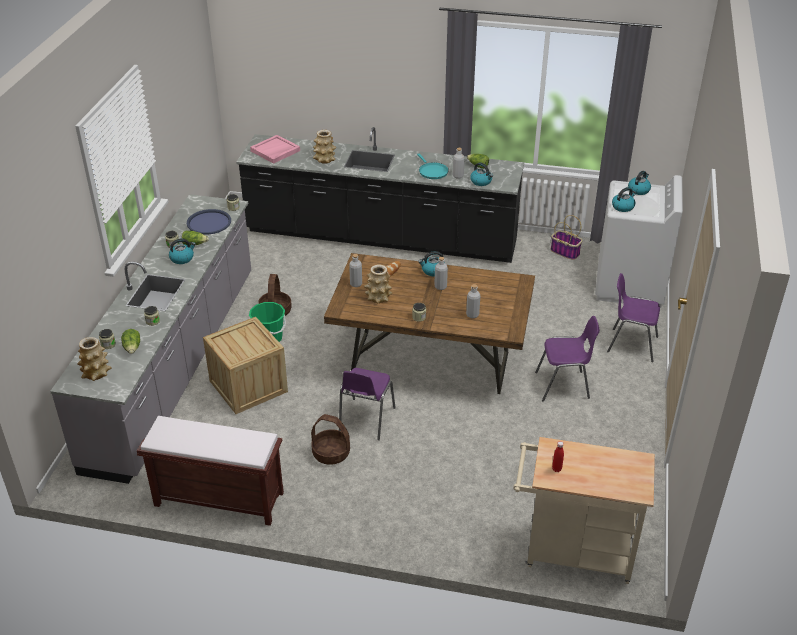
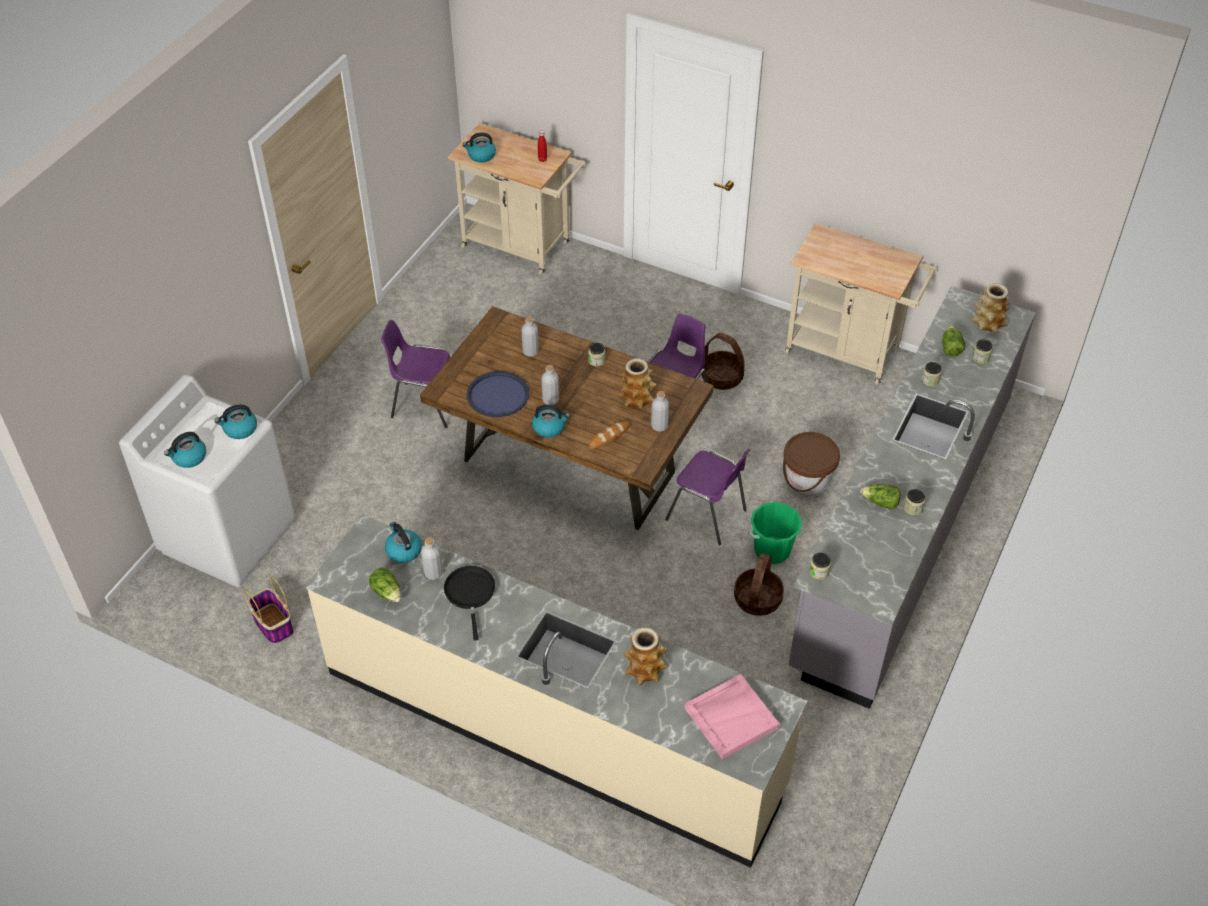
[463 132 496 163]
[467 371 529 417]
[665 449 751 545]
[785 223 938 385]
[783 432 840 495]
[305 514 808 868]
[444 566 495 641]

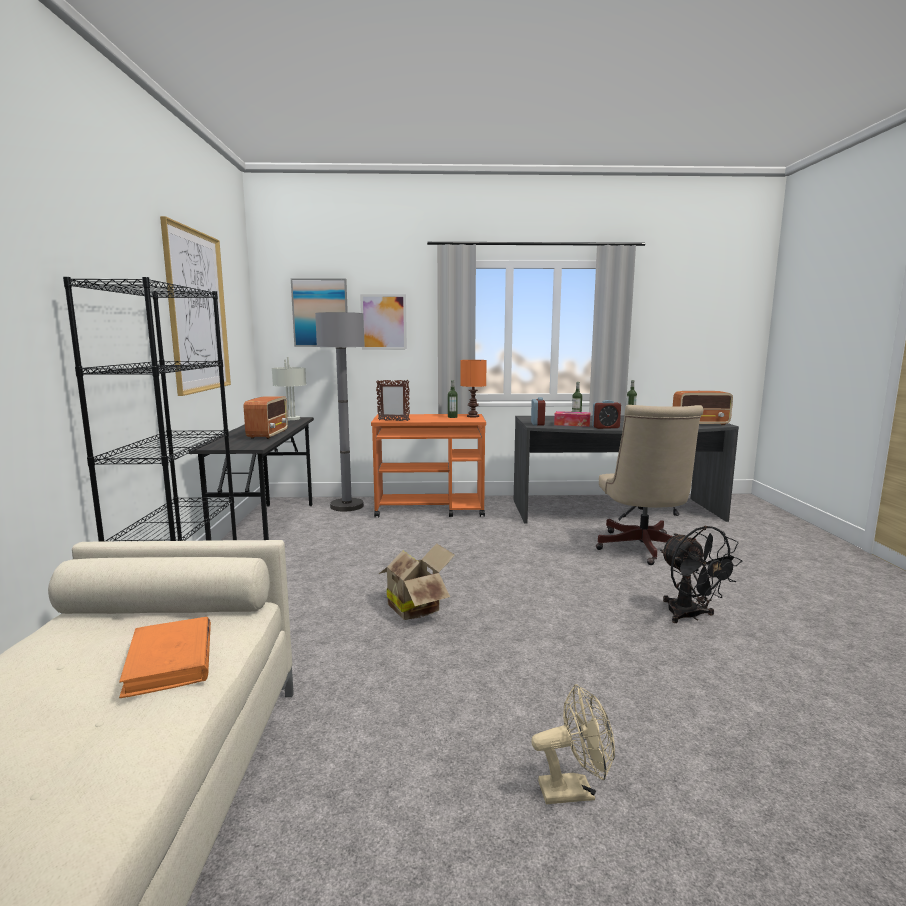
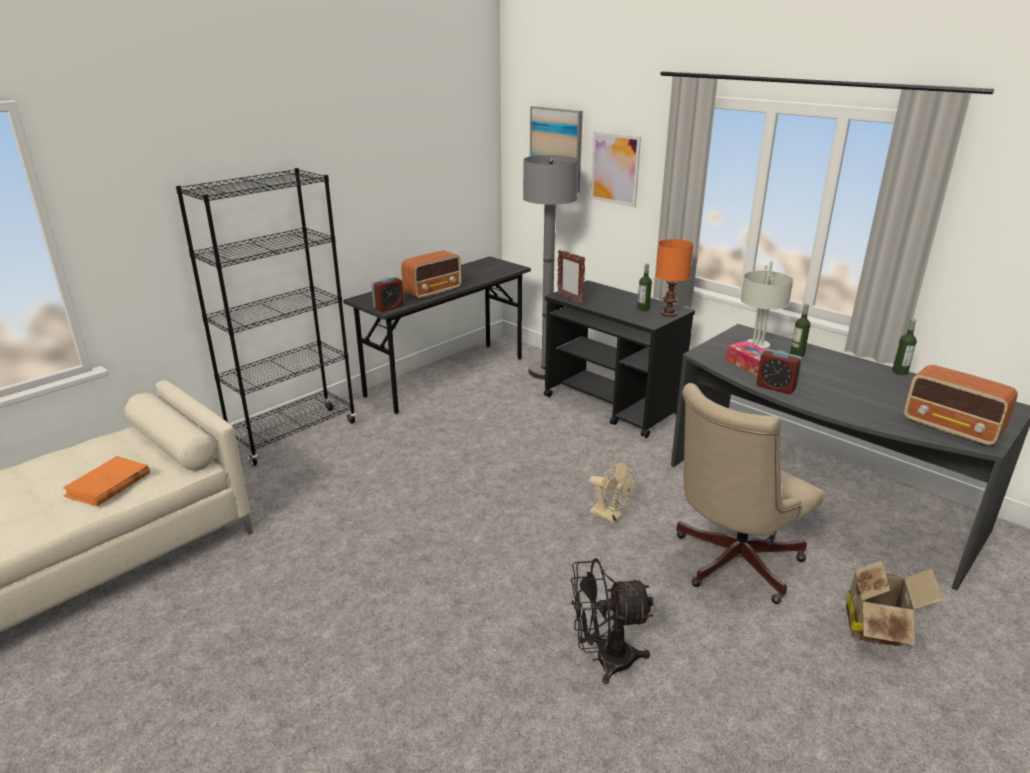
[160 216 231 396] (first image)
[741 261 793 350]
[846 561 944 647]
[371 277 404 312]
[589 461 635 523]
[544 280 695 438]
[571 558 653 685]

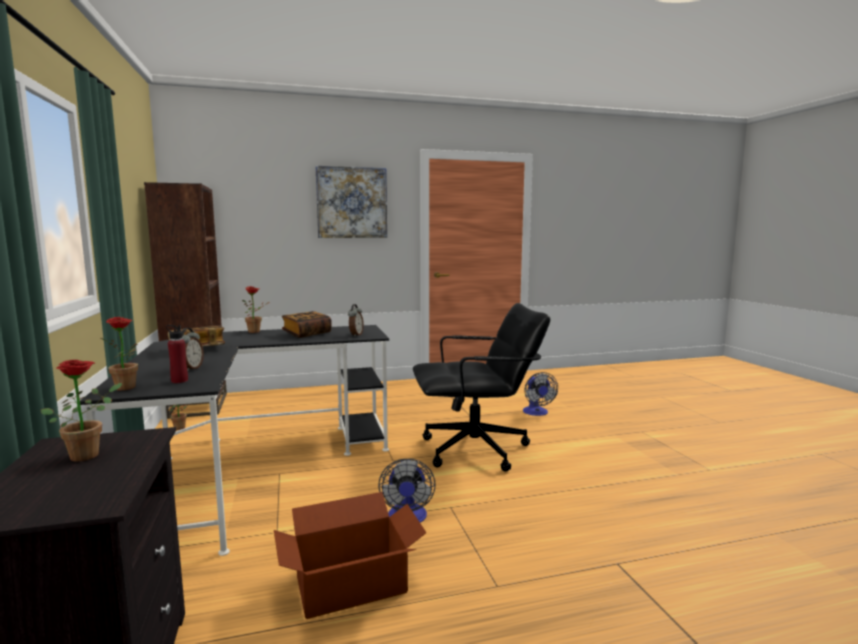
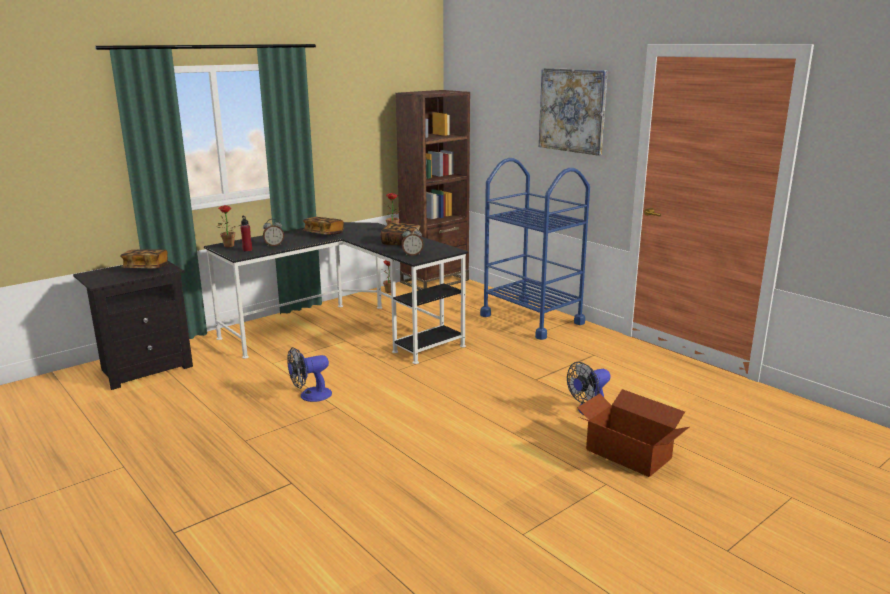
[413 303 550 471] (first image)
[480 158 590 340]
[577 389 689 477]
[120 249 168 268]

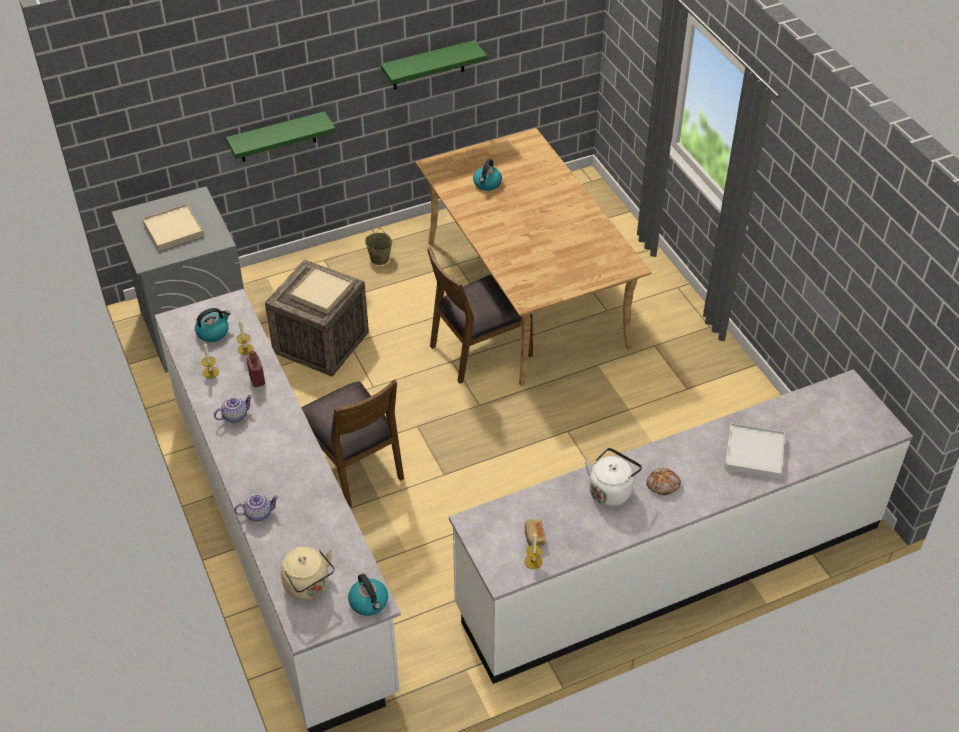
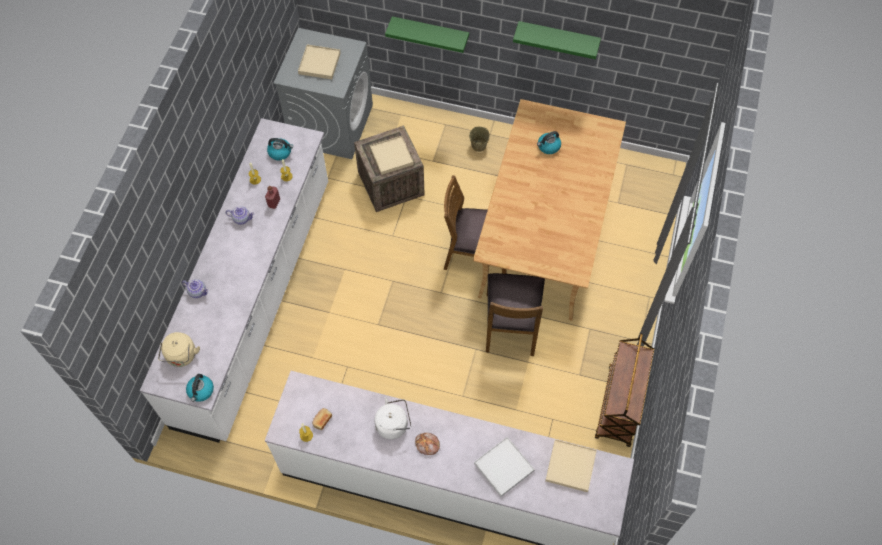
[545 439 597 492]
[595 333 654 447]
[486 273 545 356]

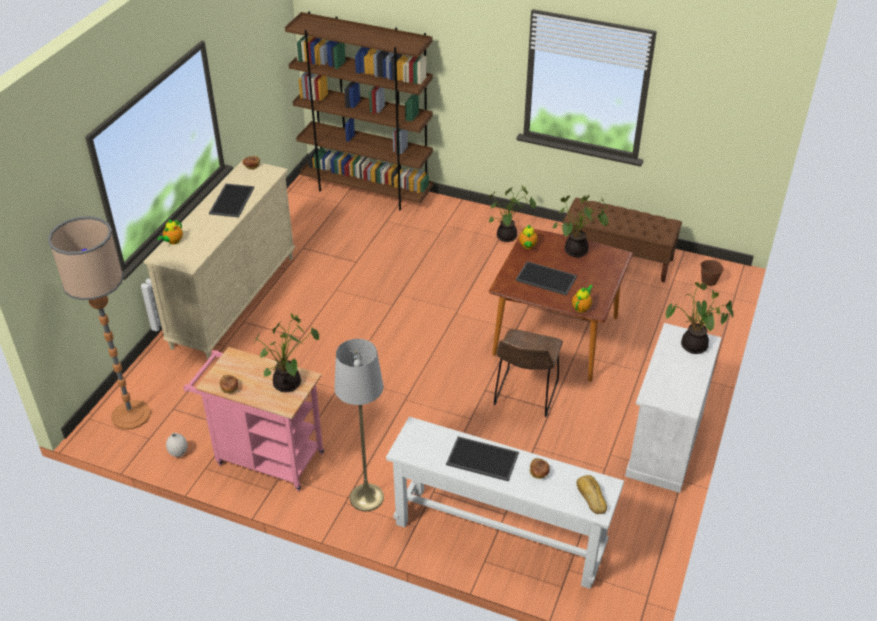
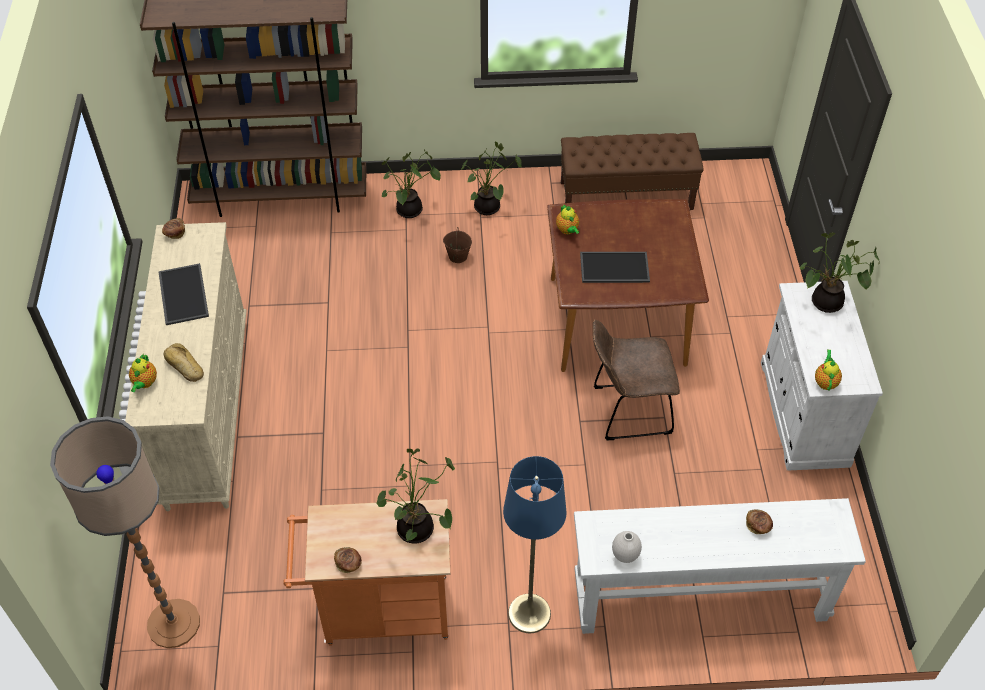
[446 436 519 482] (first image)
[612 531 642 563]
[381 149 441 218]
[815 349 842 391]
[164 343 204 382]
[443 228 472 263]
[283 499 450 646]
[503 456 566 633]
[593 320 680 440]

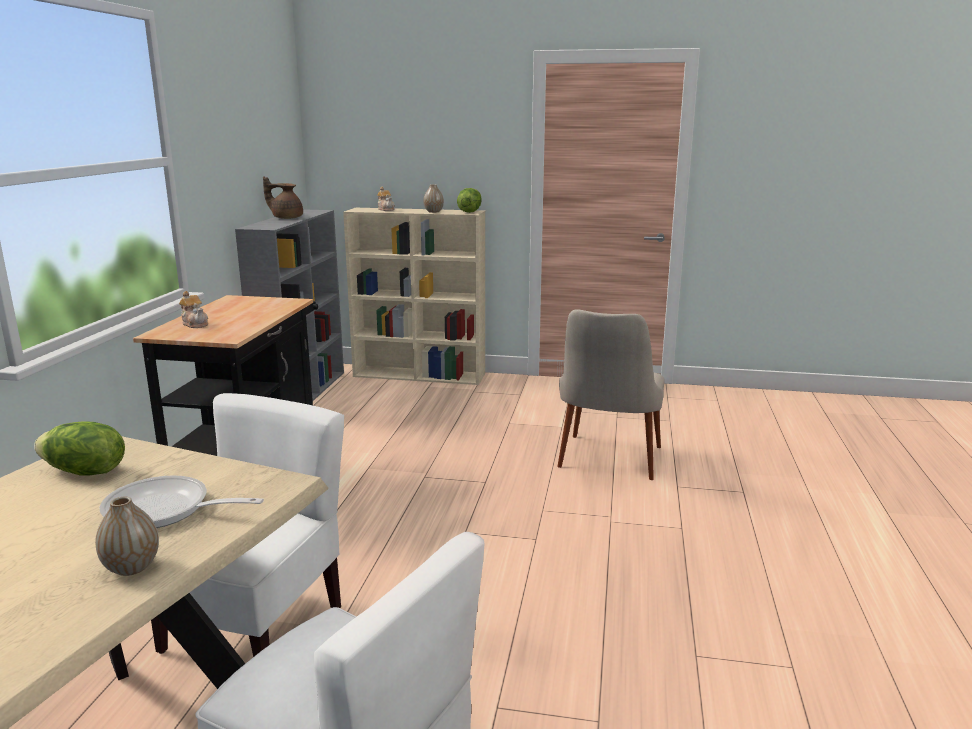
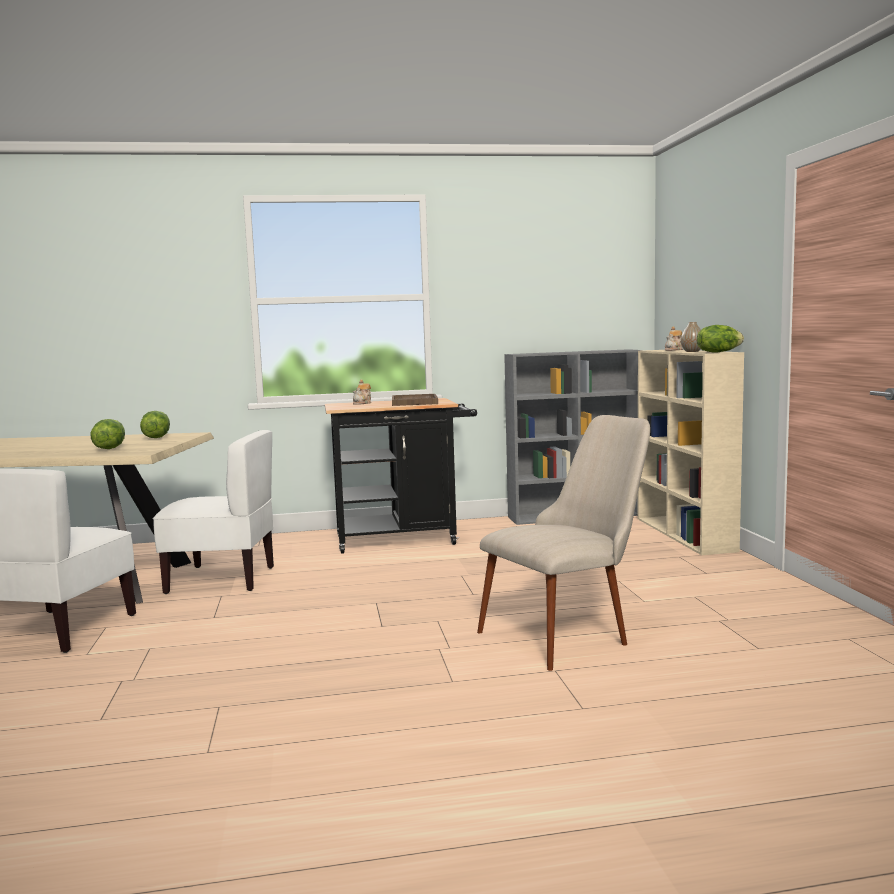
[95 497 159 576] (first image)
[263 176 303 219] (first image)
[392 394 438 406]
[90 419 125 449]
[477 415 650 671]

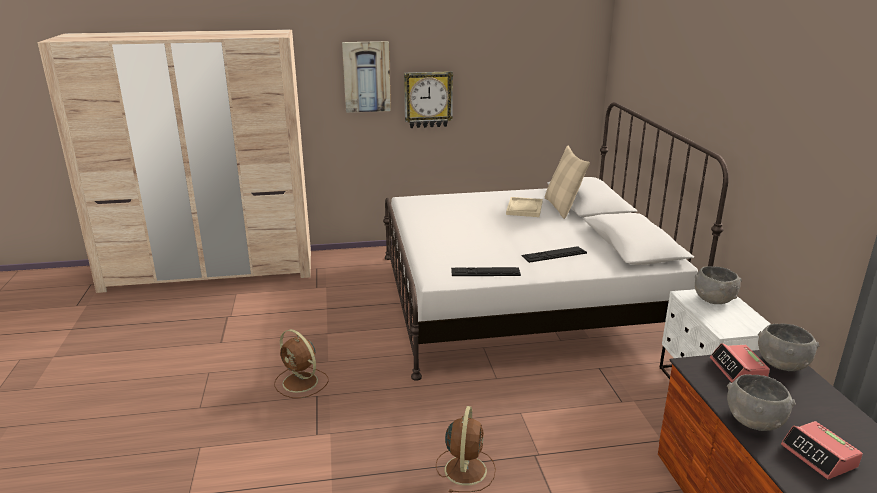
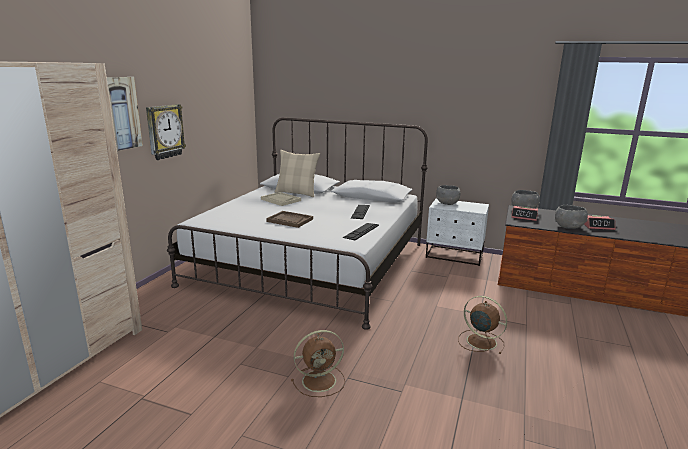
[266 211 313 228]

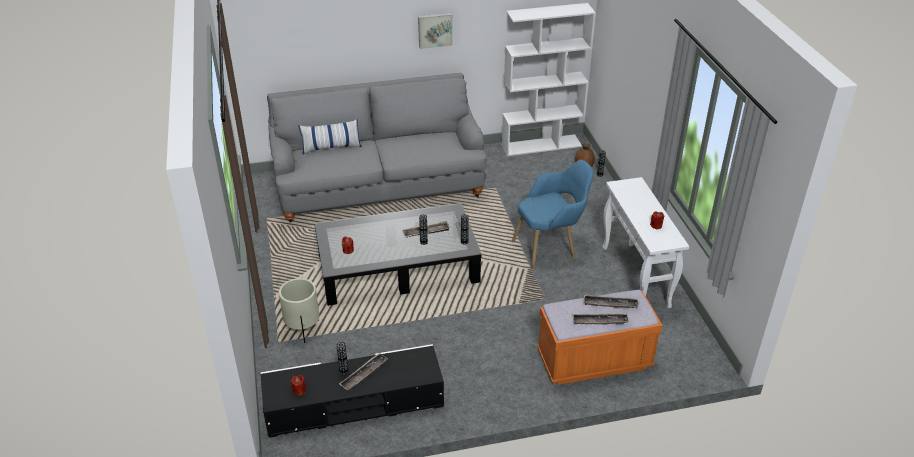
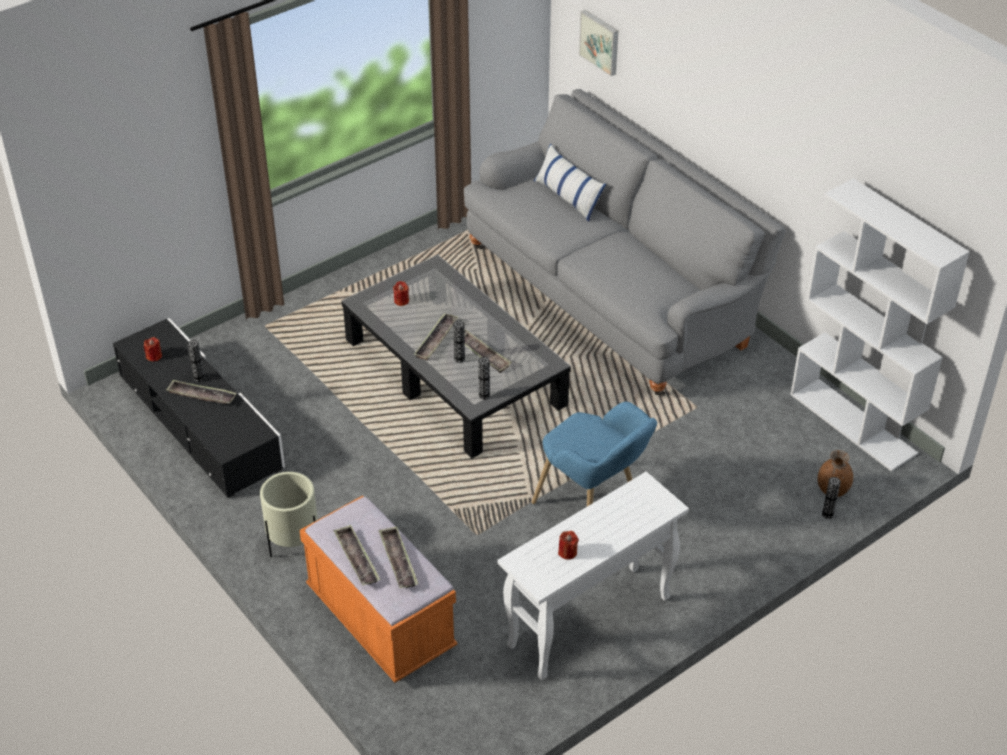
[414 313 458 360]
[260 472 318 557]
[579 10 618 76]

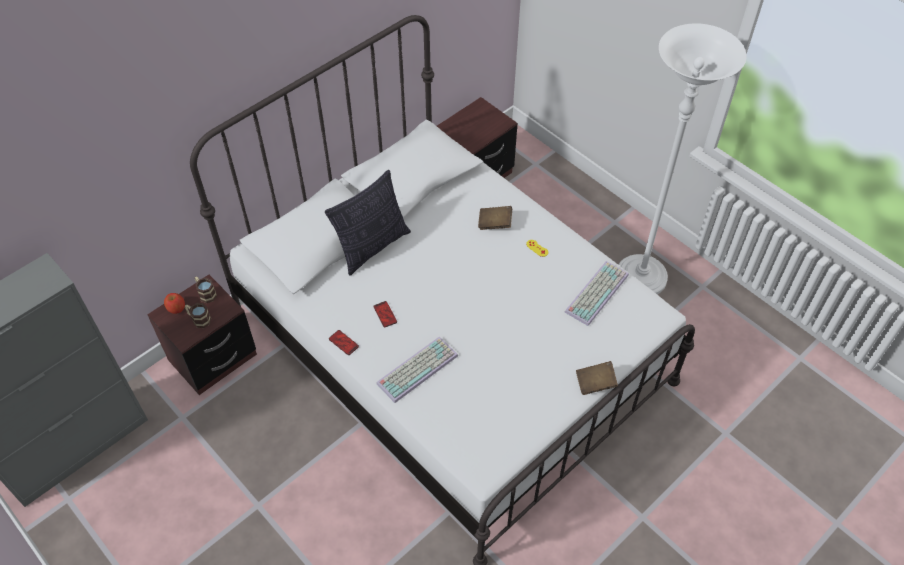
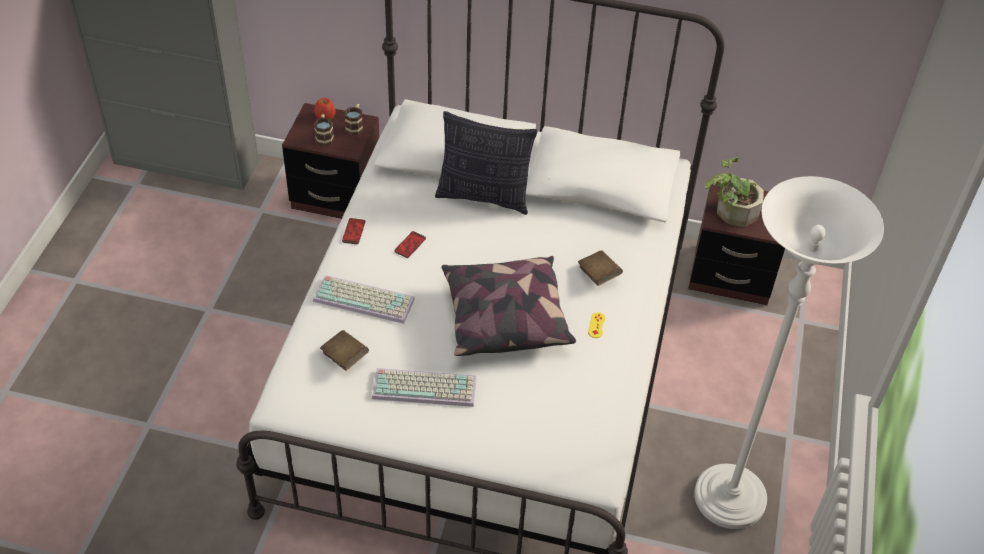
[442 256 576 356]
[705 157 764 227]
[372 368 476 407]
[320 330 369 371]

